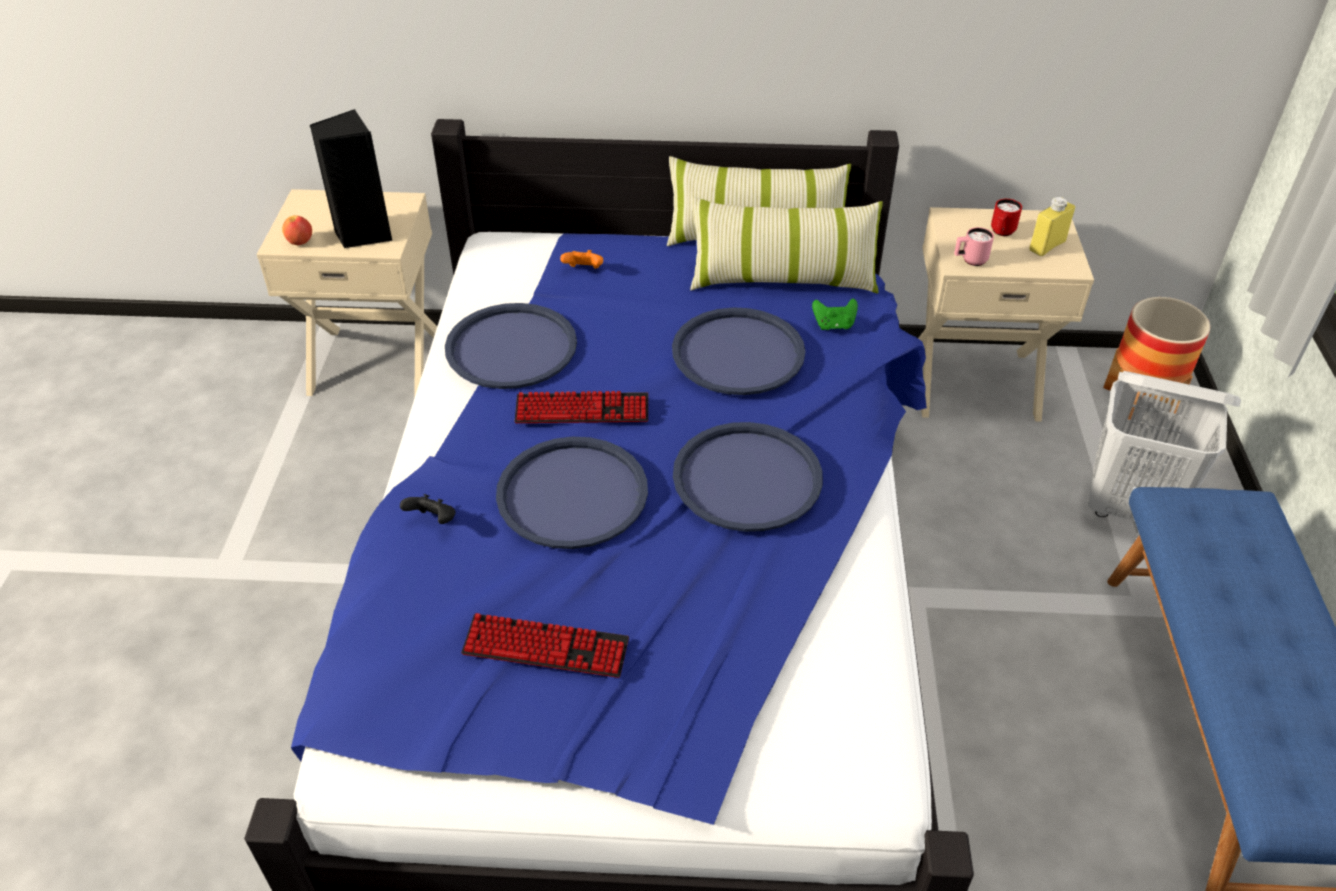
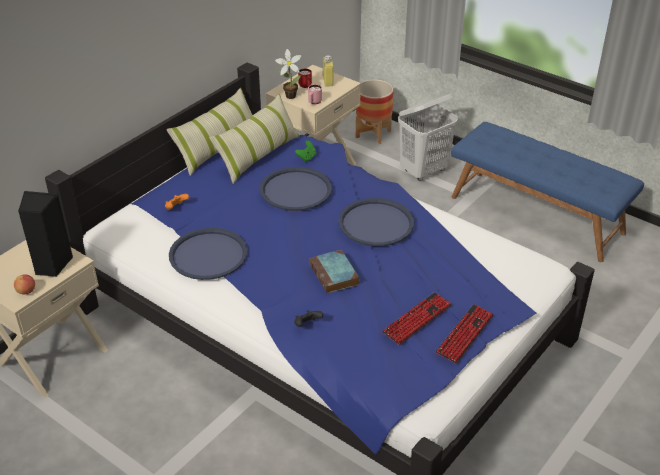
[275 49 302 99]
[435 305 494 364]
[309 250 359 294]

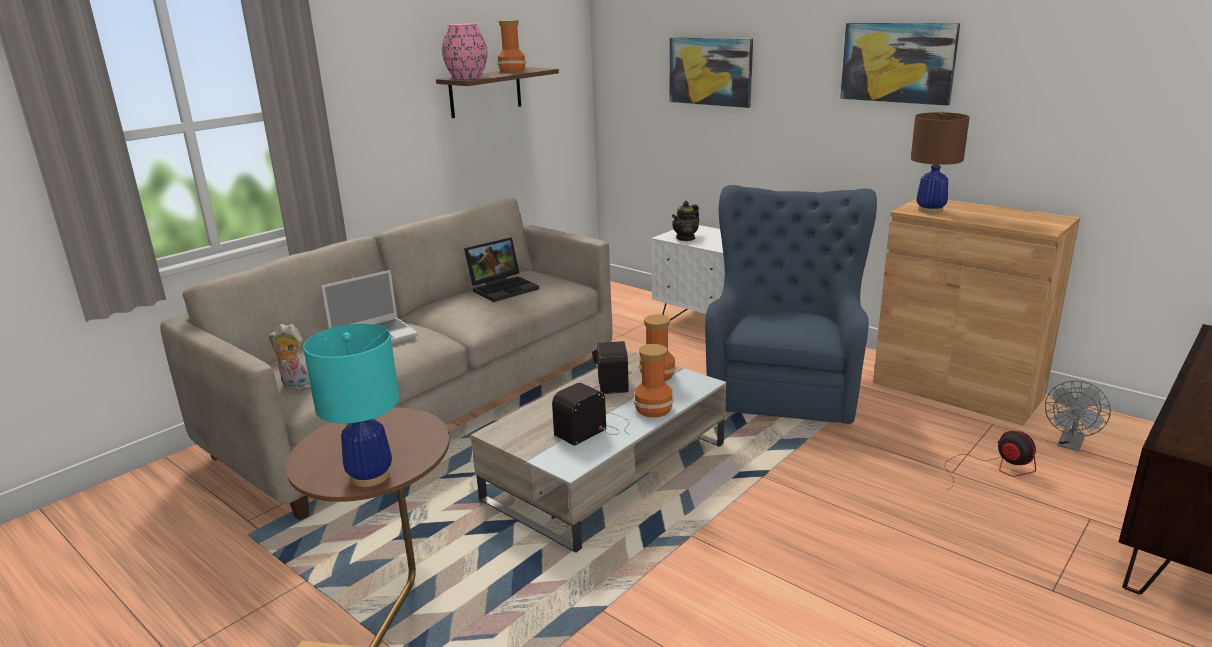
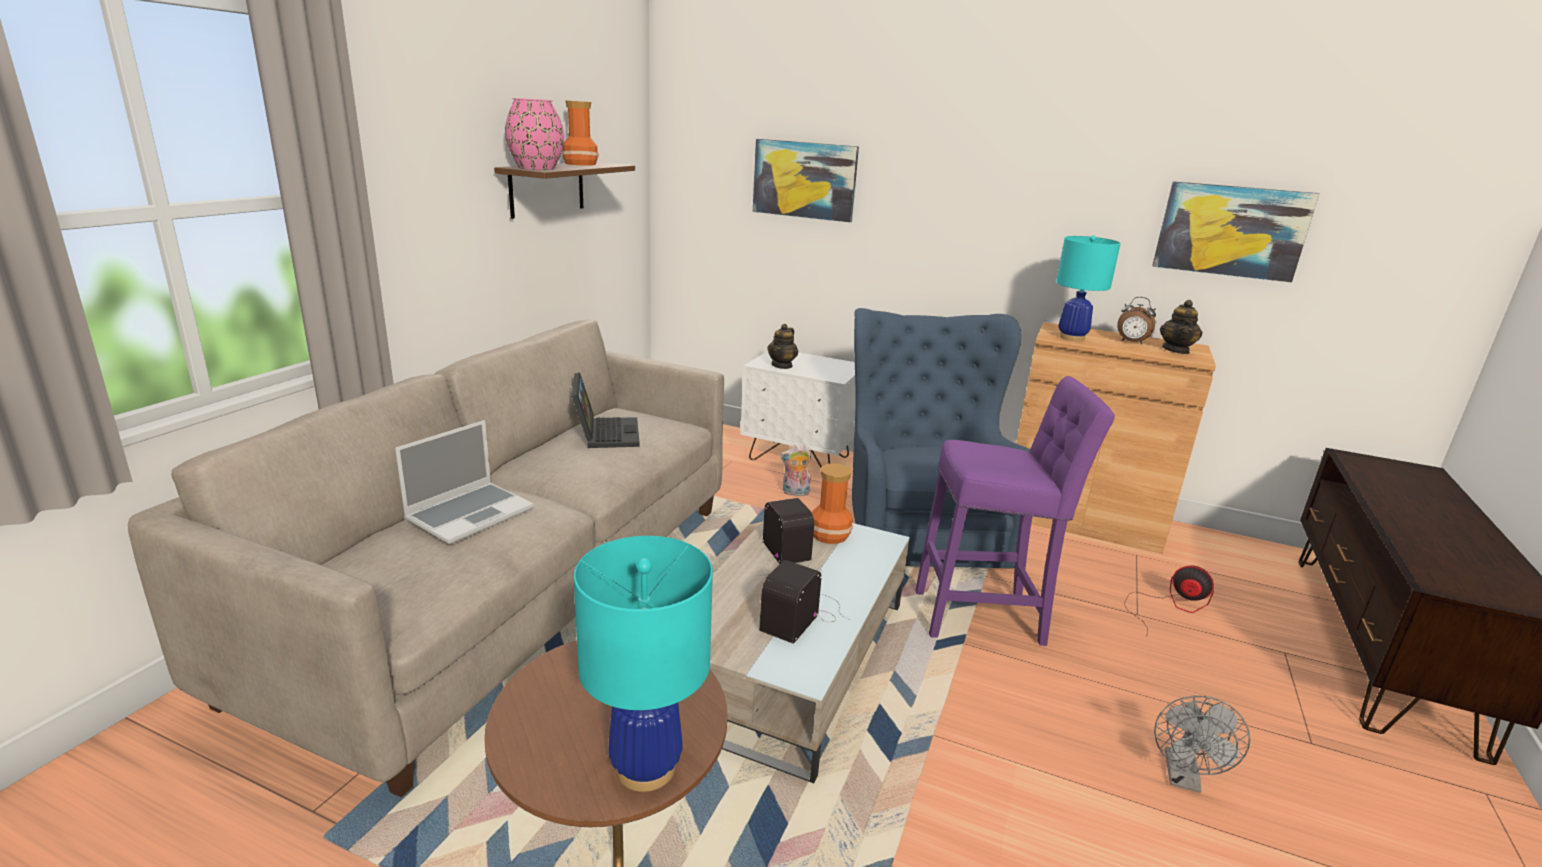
[634 344 674 417] (first image)
[915 376 1115 646]
[1117 297 1156 345]
[1160 300 1202 354]
[780 444 811 496]
[1152 181 1319 283]
[1154 696 1250 793]
[1056 235 1121 341]
[572 372 640 448]

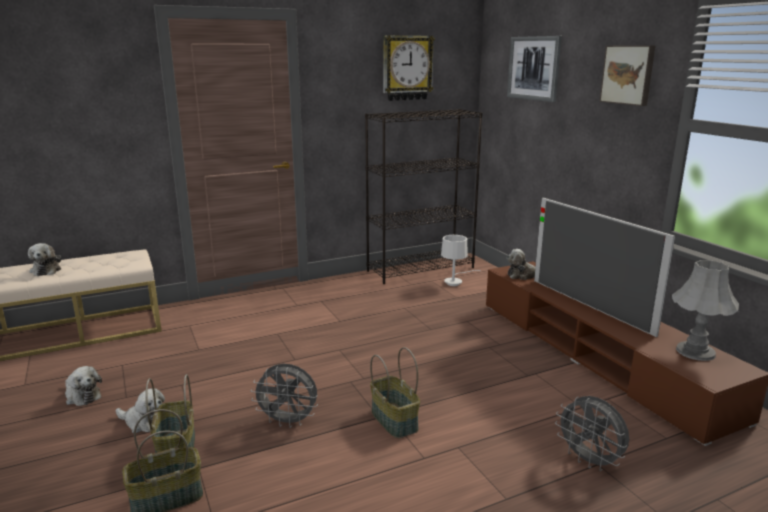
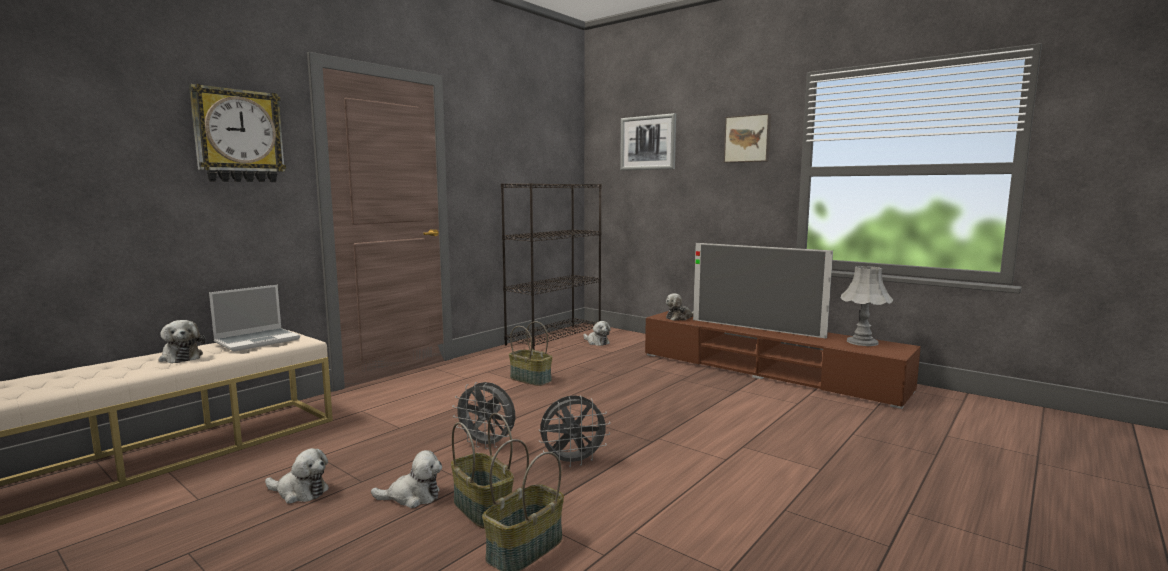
[209 285 300 352]
[509 321 552 386]
[189 84 286 182]
[452 382 515 449]
[583 321 611 346]

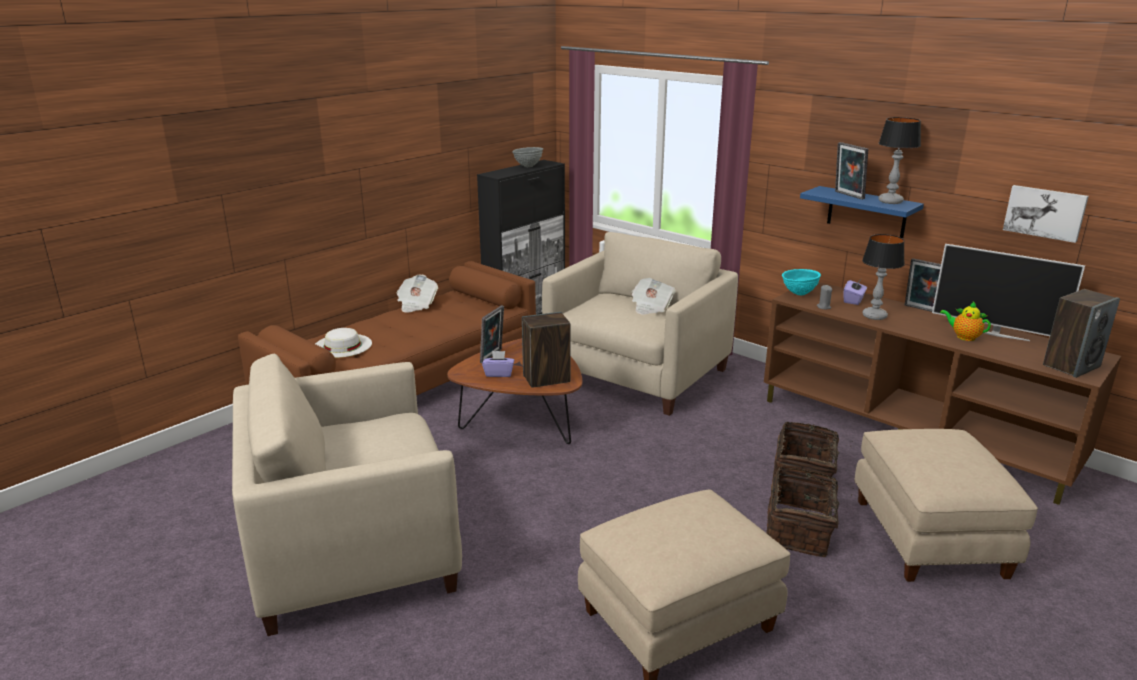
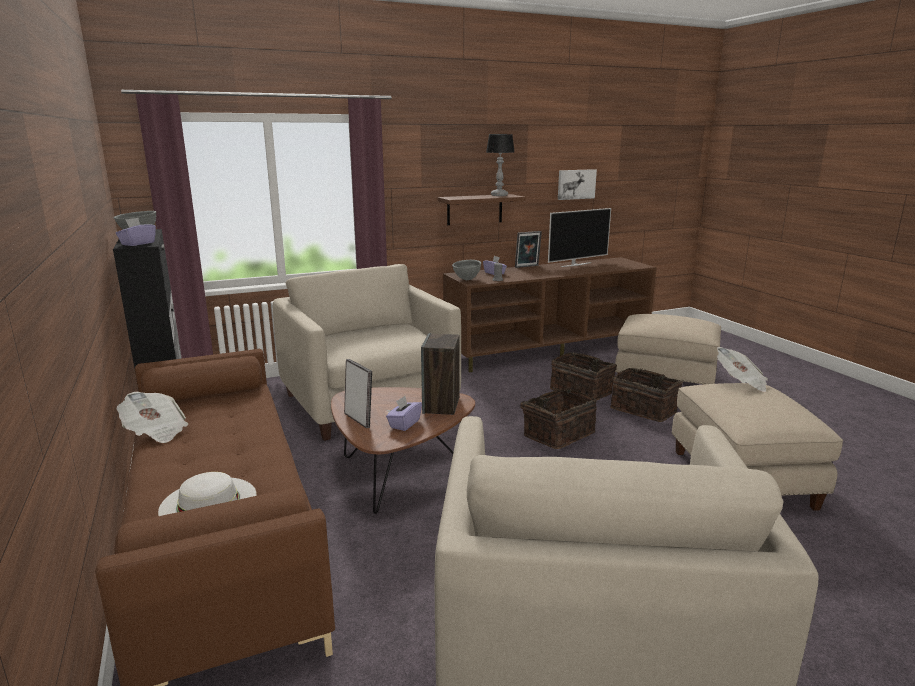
[835 142 868 200] (first image)
[862 234 905 320] (first image)
[940 302 991 341] (first image)
[1043 289 1120 378] (first image)
[116 218 156 246]
[516 388 597 449]
[717 347 768 392]
[452 260 481 280]
[437 194 526 225]

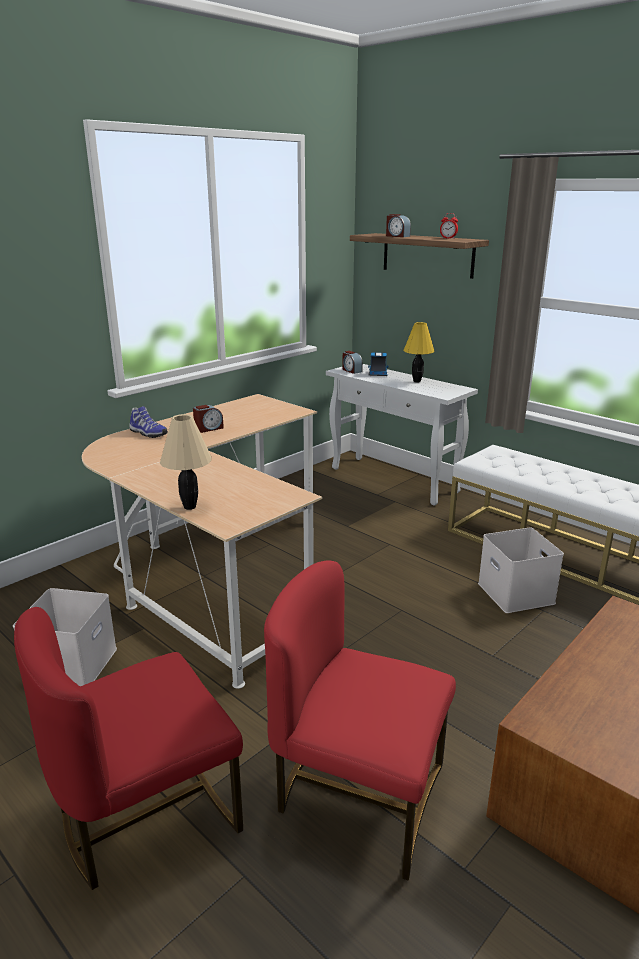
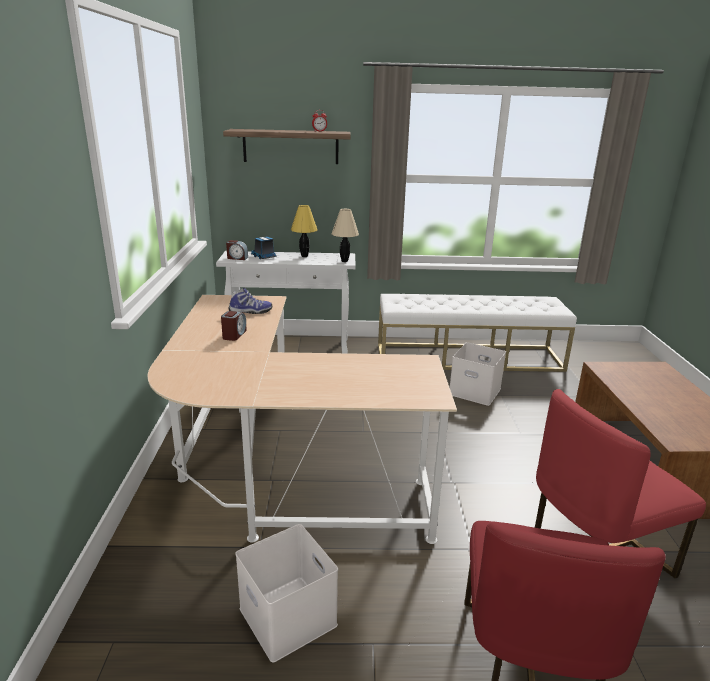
[386 214 411 237] (first image)
[228 288 272 314]
[331 209 359 262]

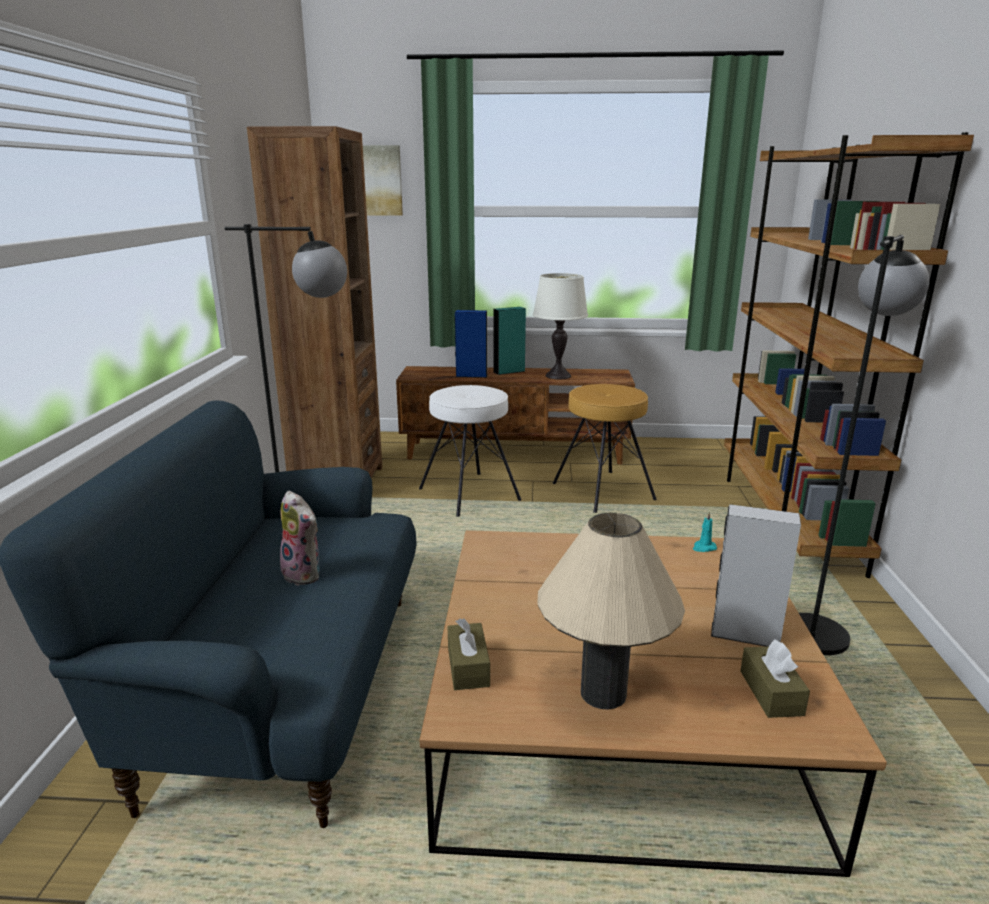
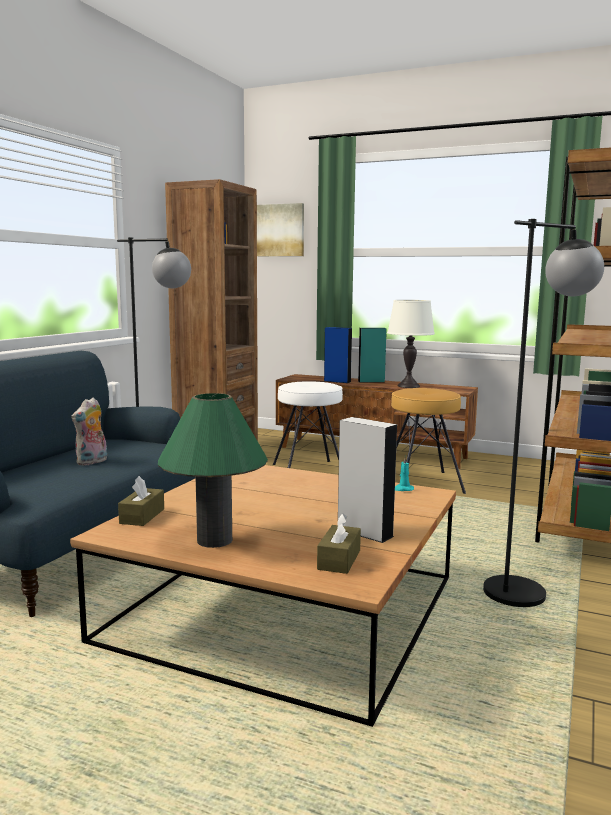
[158 393 268 548]
[71 398 107 466]

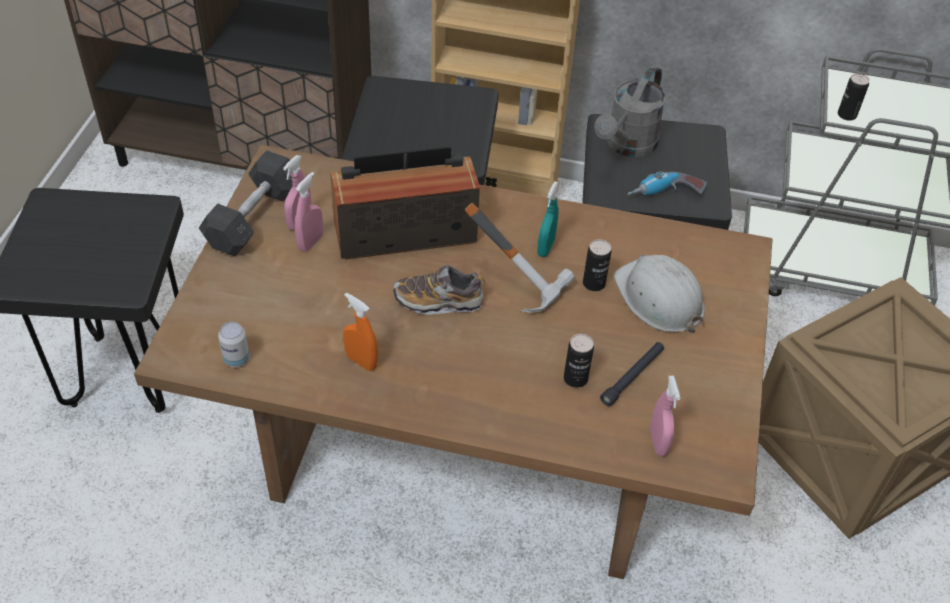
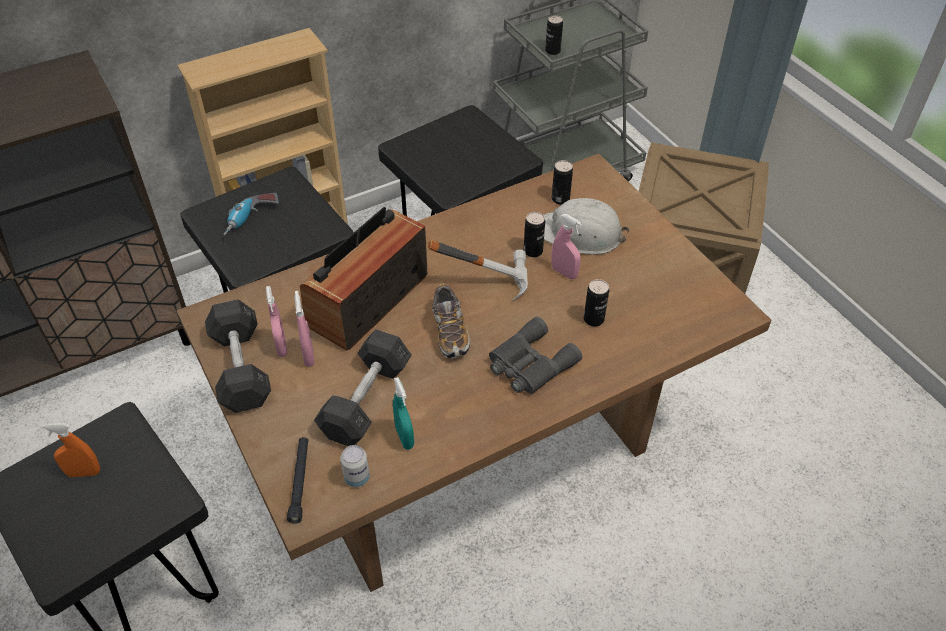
[594 66 666 157] (first image)
[314 329 411 446]
[489 317 582 394]
[552 160 573 204]
[40 423 100 477]
[393 377 414 450]
[287 437 308 524]
[223 193 279 236]
[552 214 582 279]
[432 283 470 359]

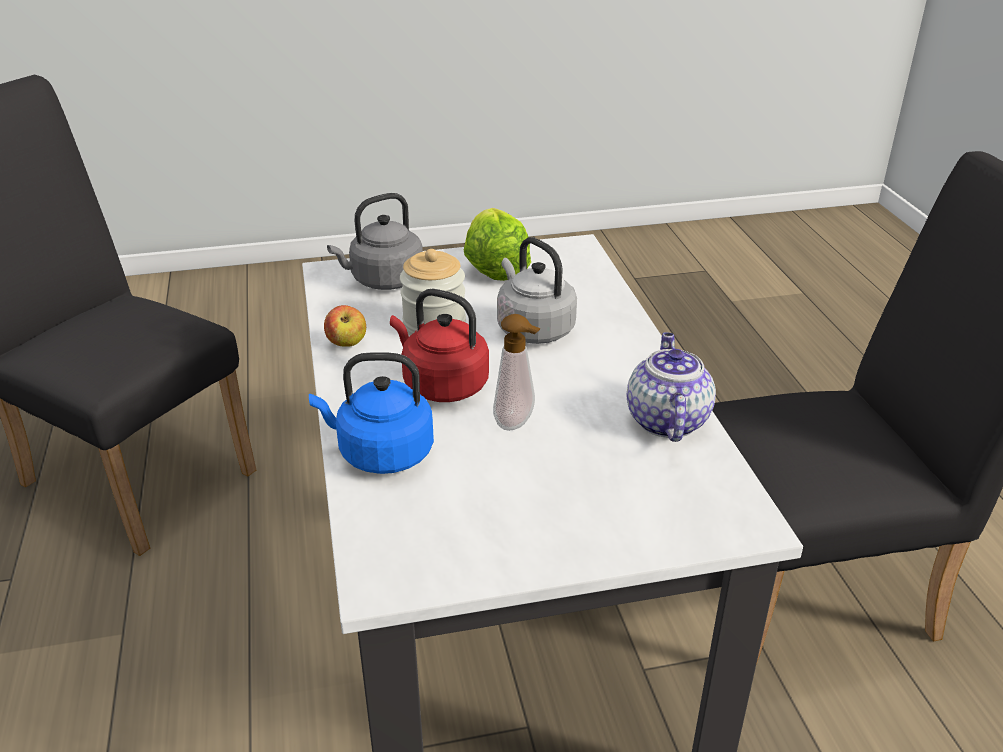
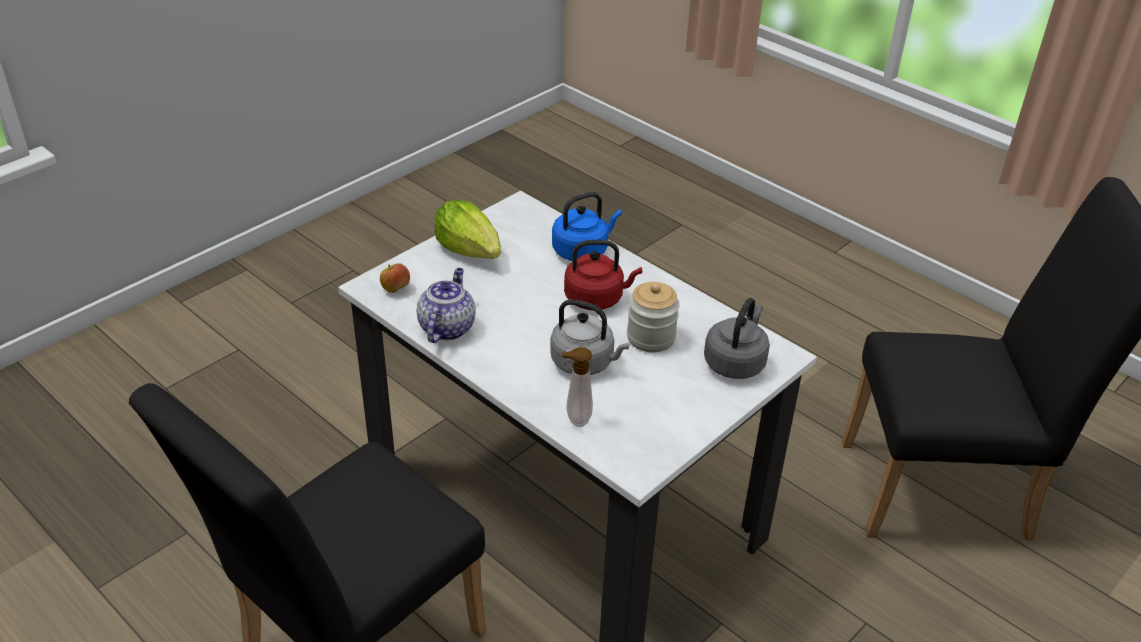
[380 263 410 293]
[434 200 501 259]
[561 347 593 427]
[417 268 476 343]

